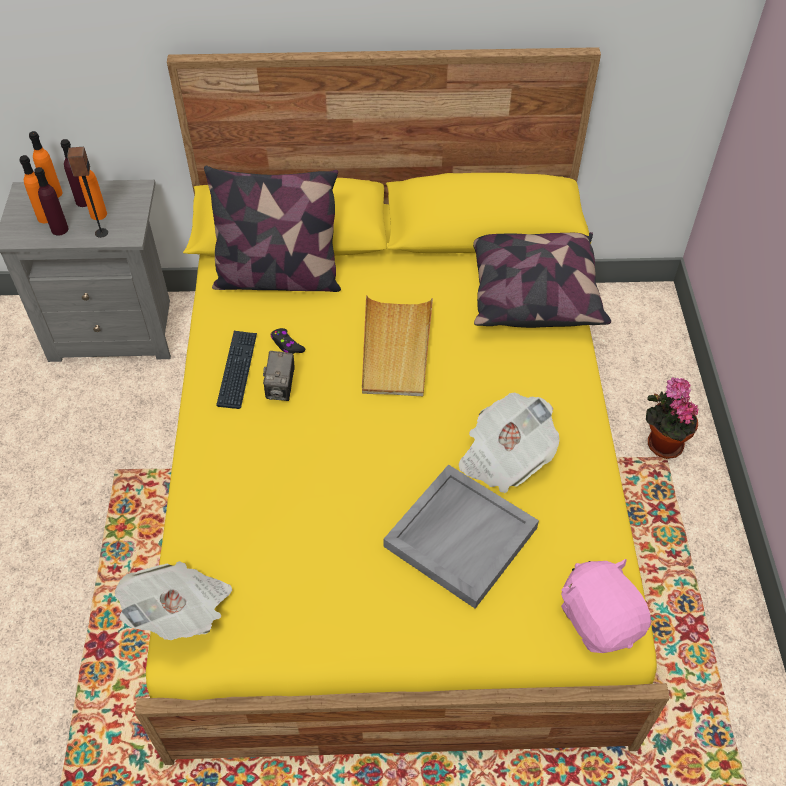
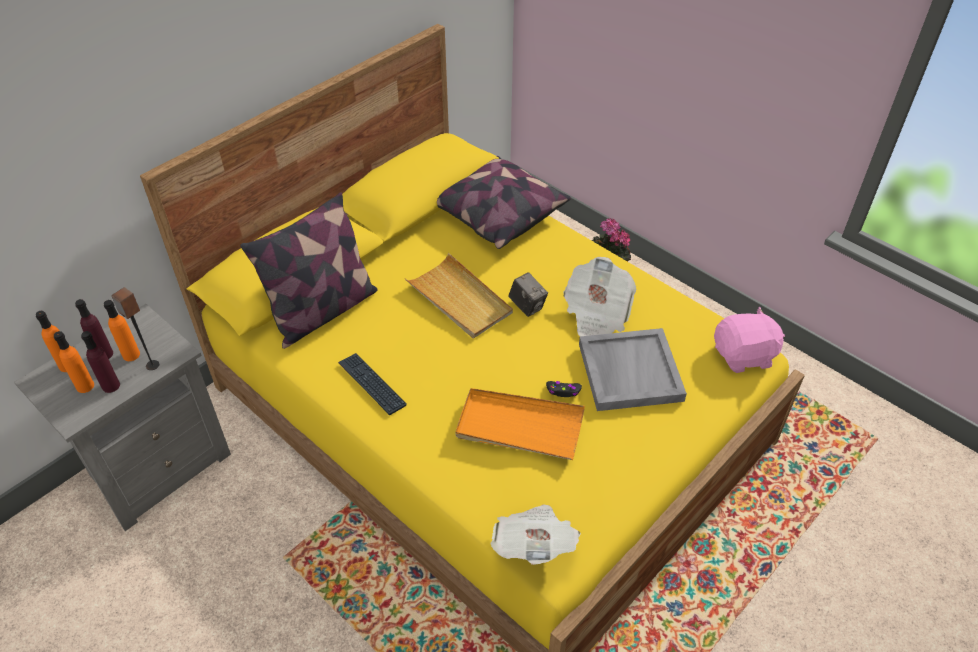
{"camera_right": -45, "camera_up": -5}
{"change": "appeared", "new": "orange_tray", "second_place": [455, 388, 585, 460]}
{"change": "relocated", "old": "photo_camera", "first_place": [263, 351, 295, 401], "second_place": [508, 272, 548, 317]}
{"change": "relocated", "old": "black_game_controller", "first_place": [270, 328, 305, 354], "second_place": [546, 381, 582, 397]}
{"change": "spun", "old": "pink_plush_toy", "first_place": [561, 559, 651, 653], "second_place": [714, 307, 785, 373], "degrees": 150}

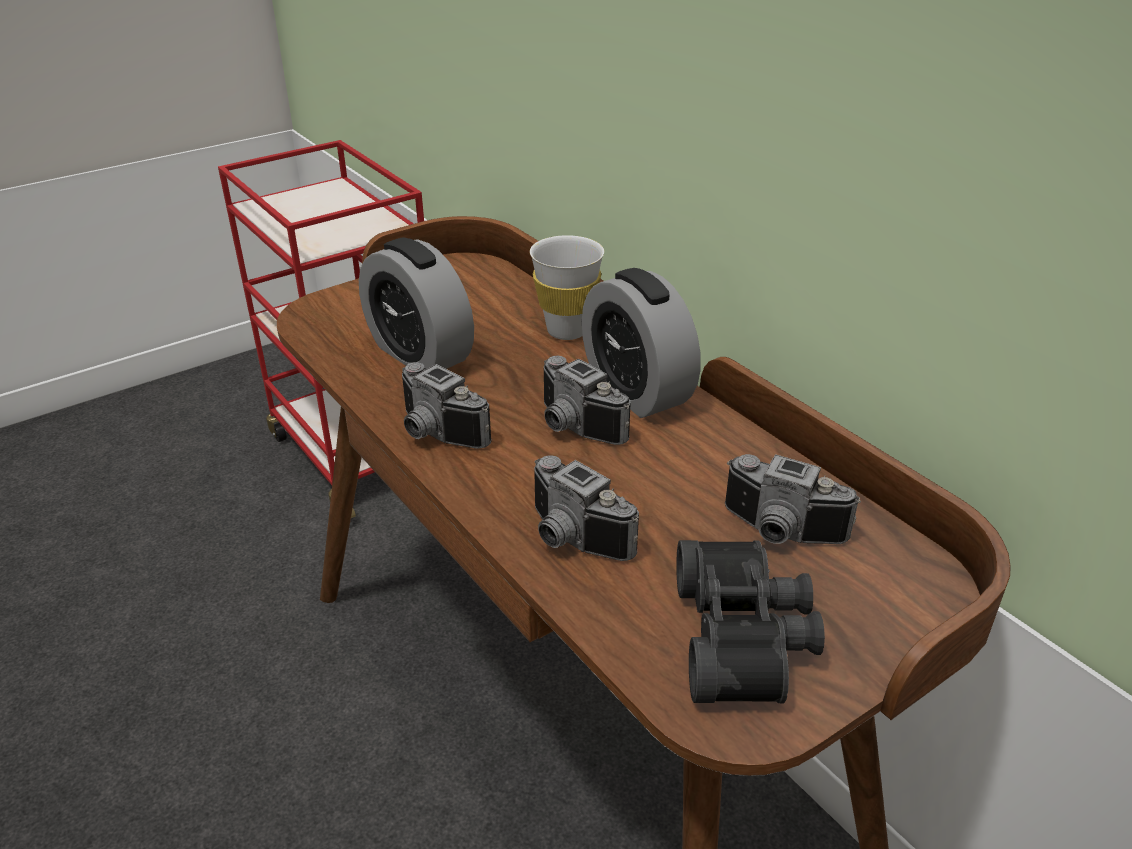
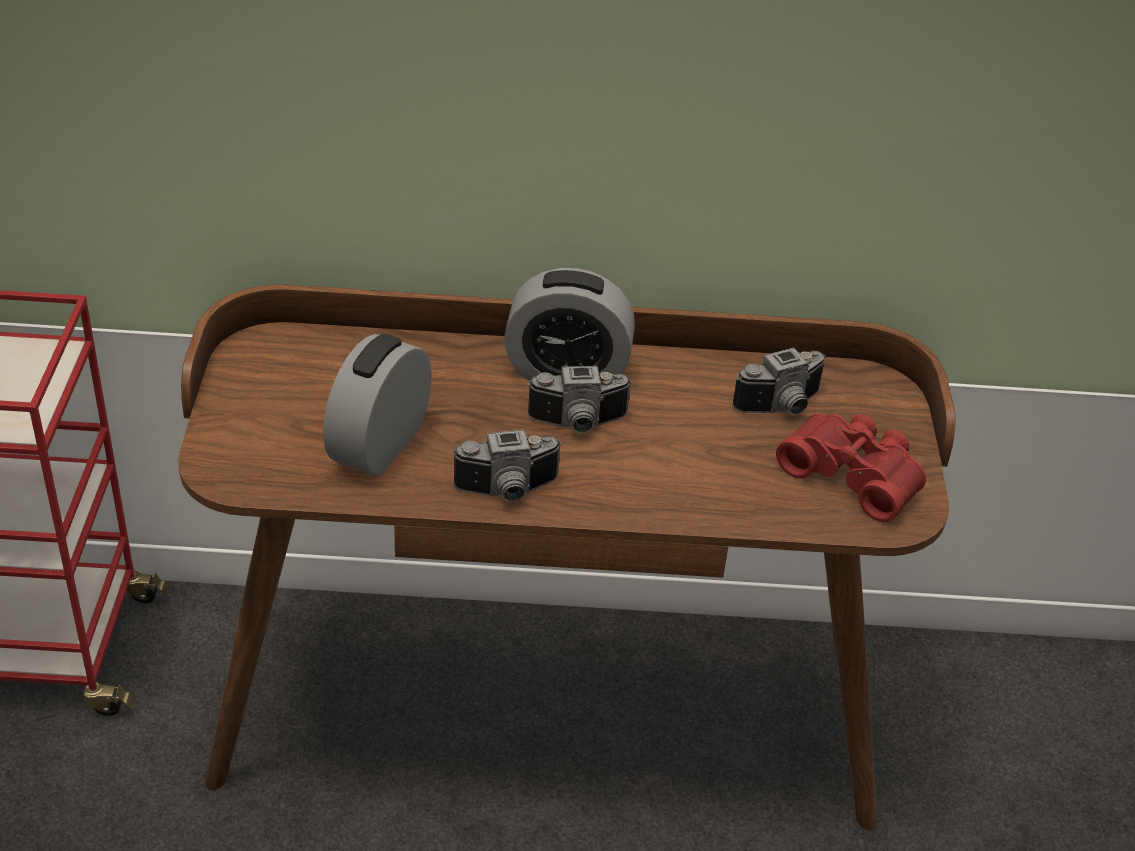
{"camera_right": -55, "camera_up": 5}
{"change": "missing", "old": "white_cup", "first_place": [530, 235, 604, 340]}
{"change": "missing", "old": "photo_camera", "first_place": [534, 455, 639, 561]}
{"change": "colour", "old": "black_binoculars", "new": "red_binoculars", "first_place": [676, 540, 825, 703], "second_place": [776, 413, 926, 522]}
{"change": "spun", "old": "alarm_clock", "first_place": [359, 238, 474, 369], "second_place": [323, 334, 432, 476], "degrees": 120}

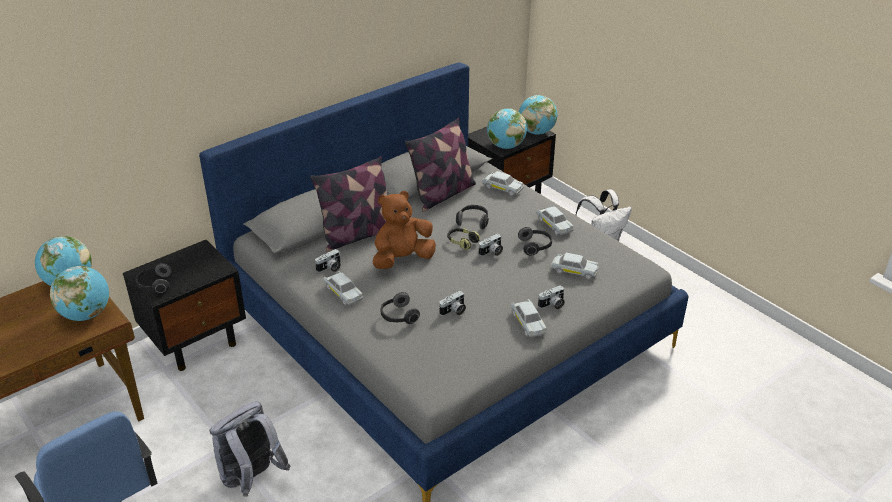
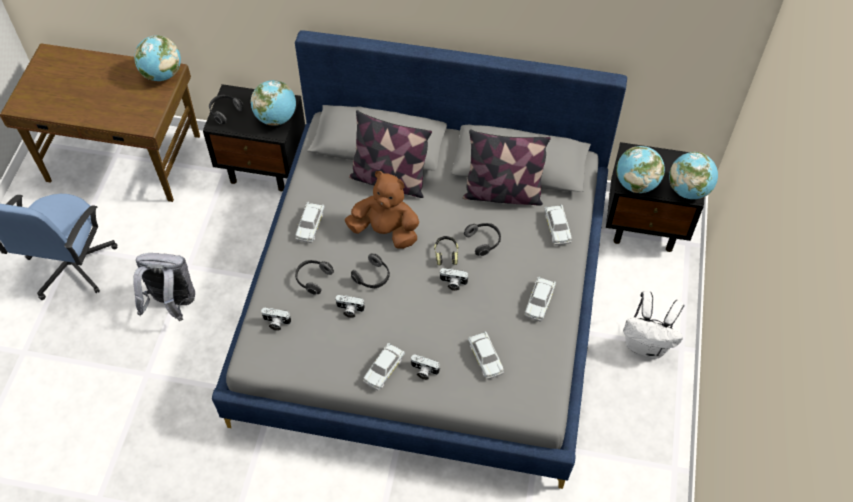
{"camera_right": 50, "camera_up": 20}
{"change": "relocated", "old": "globe", "first_place": [50, 266, 109, 321], "second_place": [251, 80, 296, 126]}
{"change": "relocated", "old": "photo_camera", "first_place": [315, 249, 341, 272], "second_place": [261, 308, 291, 331]}
{"change": "relocated", "old": "headphones", "first_place": [518, 227, 552, 255], "second_place": [351, 254, 390, 289]}

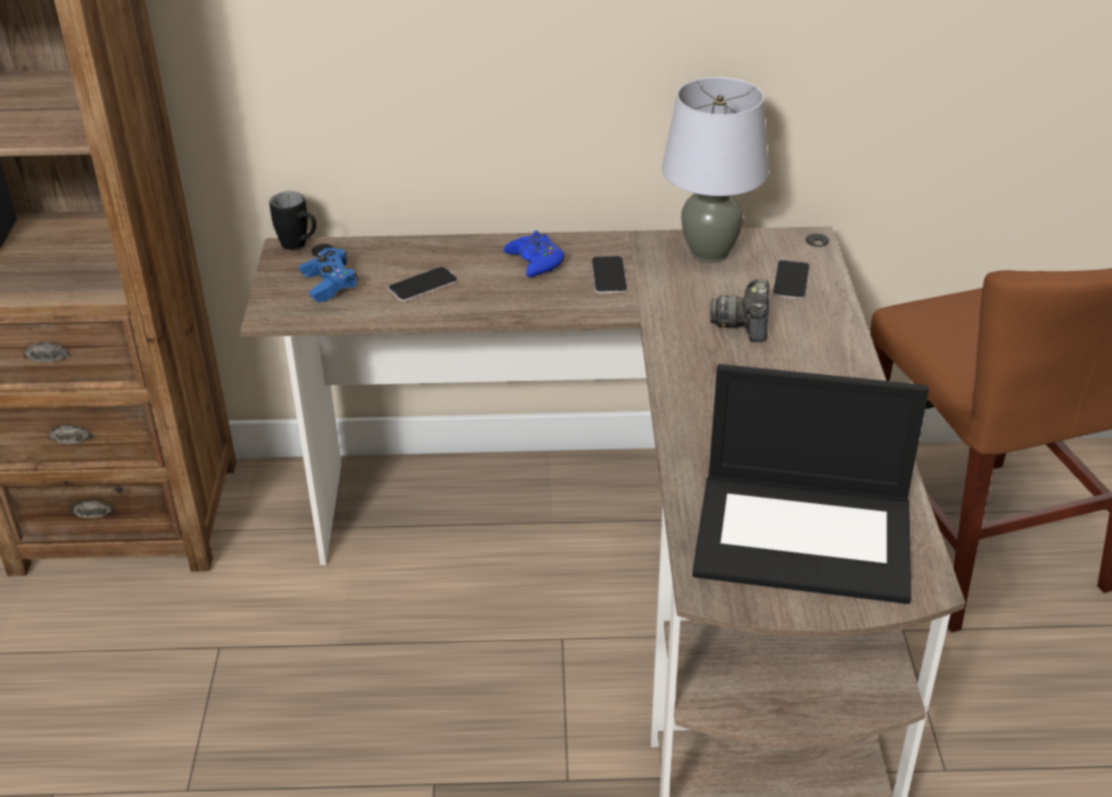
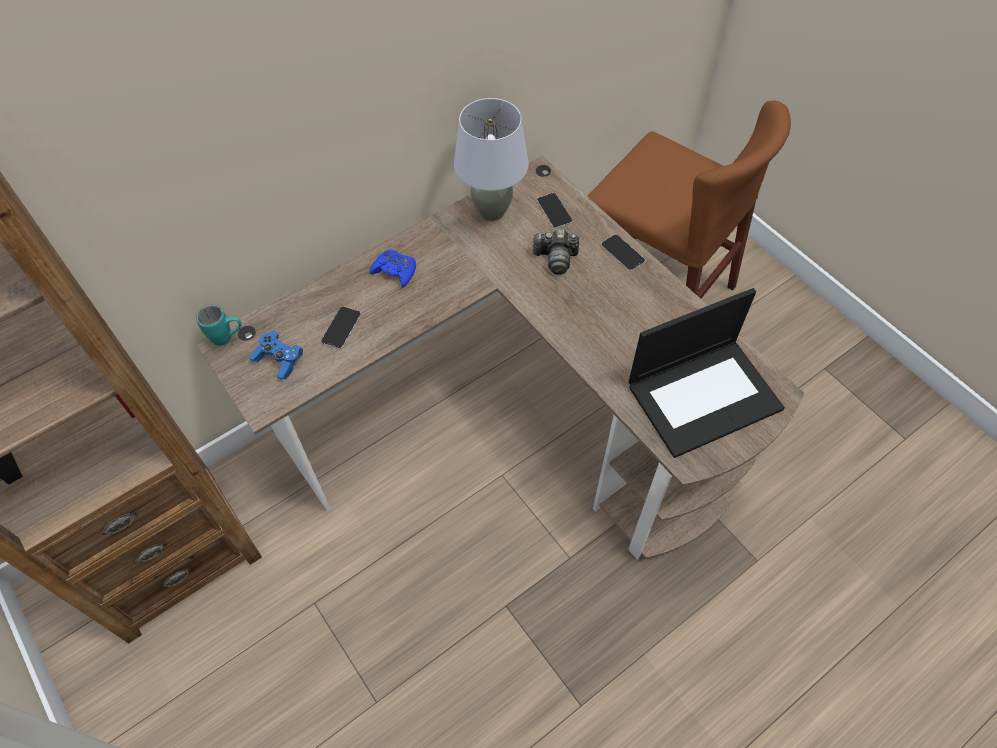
{"camera_right": -35, "camera_up": 20}
{"change": "relocated", "old": "phone", "first_place": [592, 256, 628, 294], "second_place": [601, 234, 645, 271]}
{"change": "colour", "old": "black_mug", "new": "turquoise_mug", "first_place": [269, 191, 316, 250], "second_place": [196, 305, 241, 346]}
{"change": "spun", "old": "photo_camera", "first_place": [710, 279, 769, 342], "second_place": [532, 230, 579, 274], "degrees": -60}

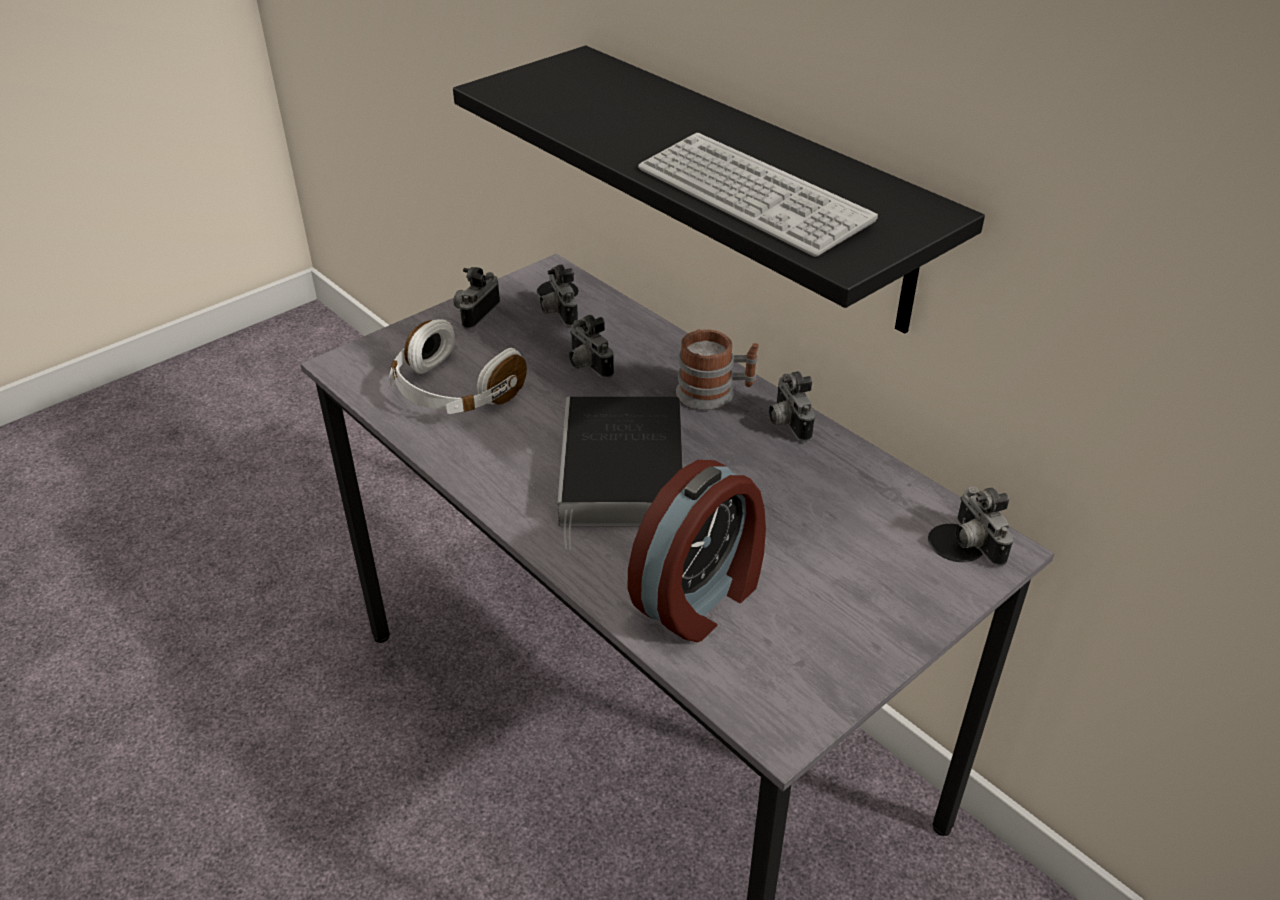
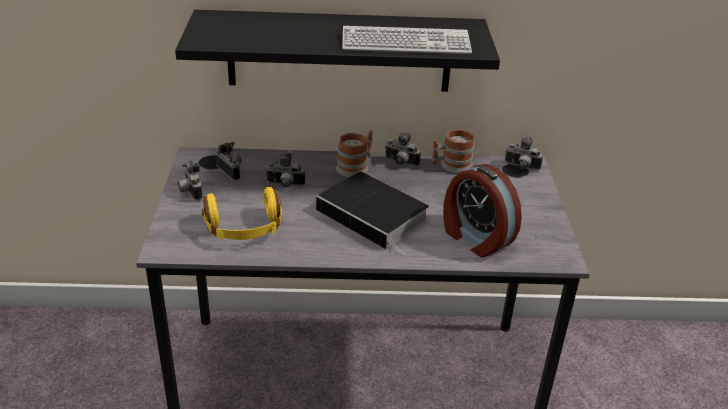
{"camera_right": -50, "camera_up": -5}
{"change": "appeared", "new": "mug", "second_place": [431, 129, 474, 173]}
{"change": "colour", "old": "white_headphones", "new": "yellow_headphones", "first_place": [389, 319, 527, 414], "second_place": [202, 187, 282, 240]}
{"change": "spun", "old": "photo_camera", "first_place": [540, 264, 578, 327], "second_place": [215, 142, 241, 180], "degrees": -150}
{"change": "spun", "old": "alarm_clock", "first_place": [628, 460, 766, 642], "second_place": [443, 164, 522, 257], "degrees": 150}

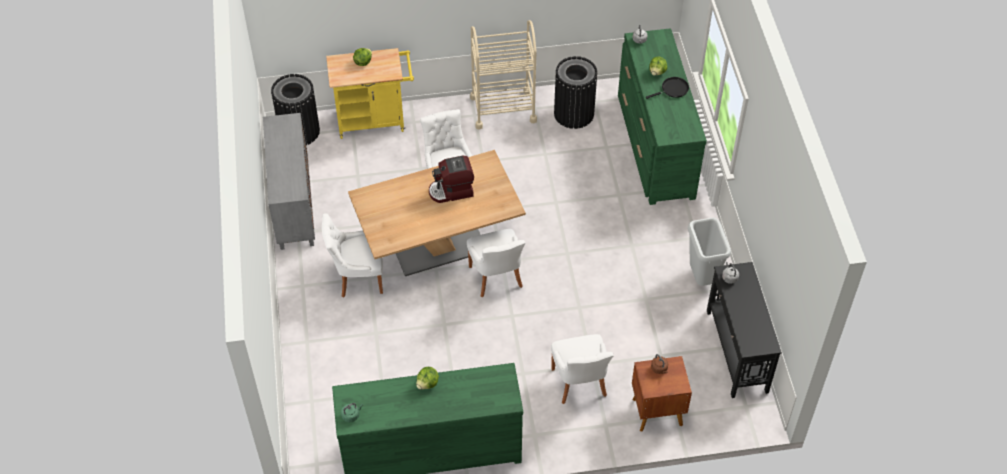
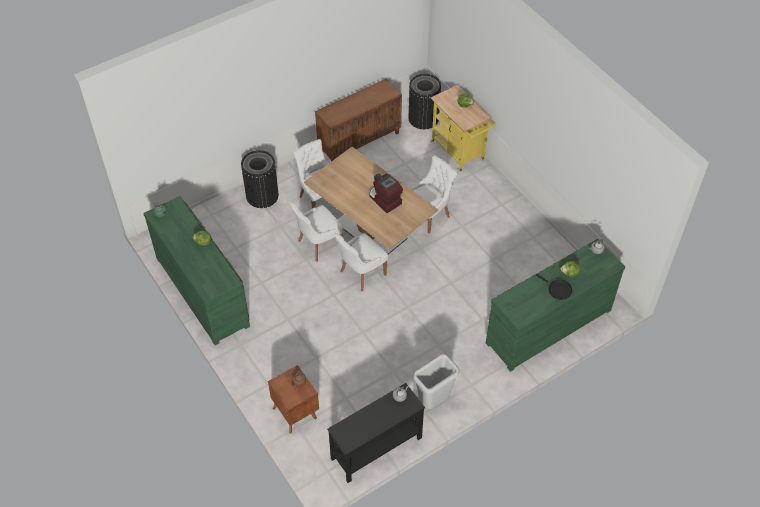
{"camera_right": 65, "camera_up": 0}
{"change": "missing", "old": "beige_cart", "first_place": [470, 20, 537, 130]}
{"change": "relocated", "old": "white_chair", "first_place": [551, 334, 614, 404], "second_place": [289, 202, 343, 262]}
{"change": "relocated", "old": "black_trash_can", "first_place": [554, 56, 597, 129], "second_place": [241, 150, 279, 208]}
{"change": "colour", "old": "grey_cabinet", "new": "brown_cabinet", "first_place": [263, 113, 315, 250], "second_place": [315, 78, 402, 162]}

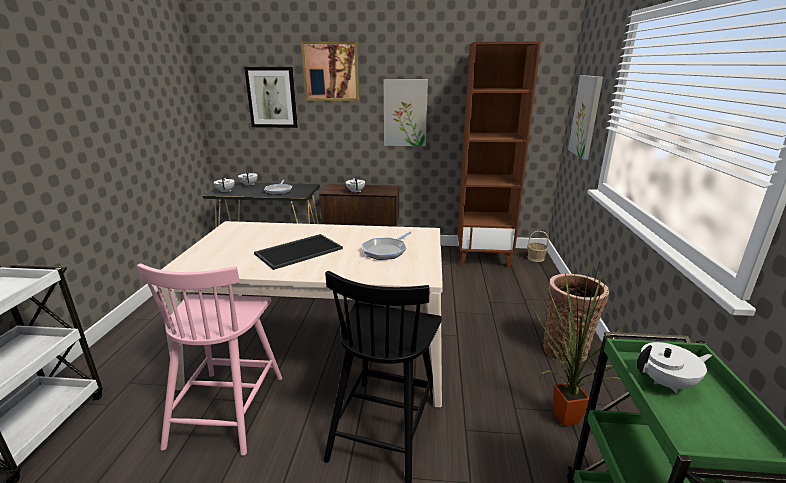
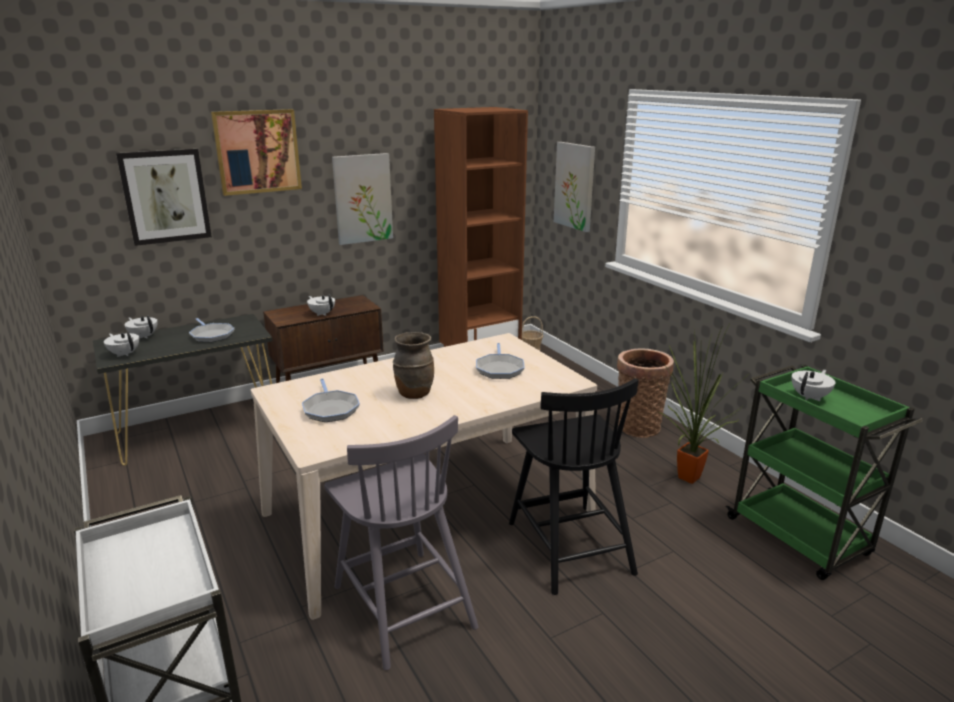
{"camera_right": -35, "camera_up": 0}
{"change": "appeared", "new": "frying_pan", "second_place": [302, 378, 360, 422]}
{"change": "exchanged", "old": "tray", "new": "brown_vase", "first_place": [254, 234, 343, 270], "second_place": [393, 332, 434, 399]}
{"change": "colour", "old": "pink_chair", "new": "grey_chair", "first_place": [137, 263, 282, 456], "second_place": [324, 415, 479, 670]}

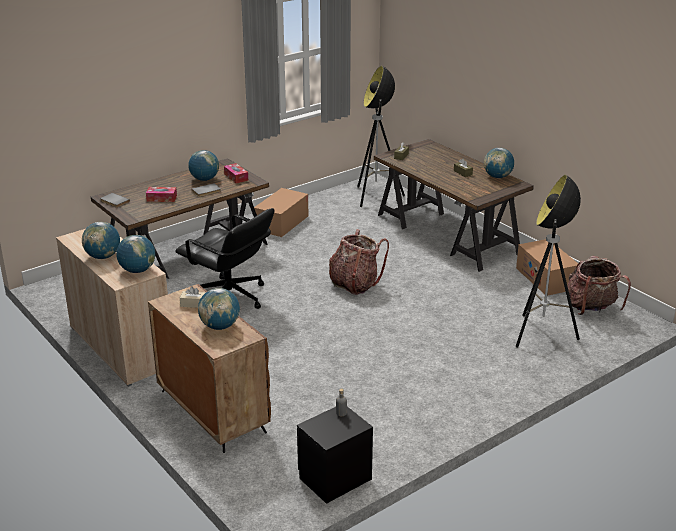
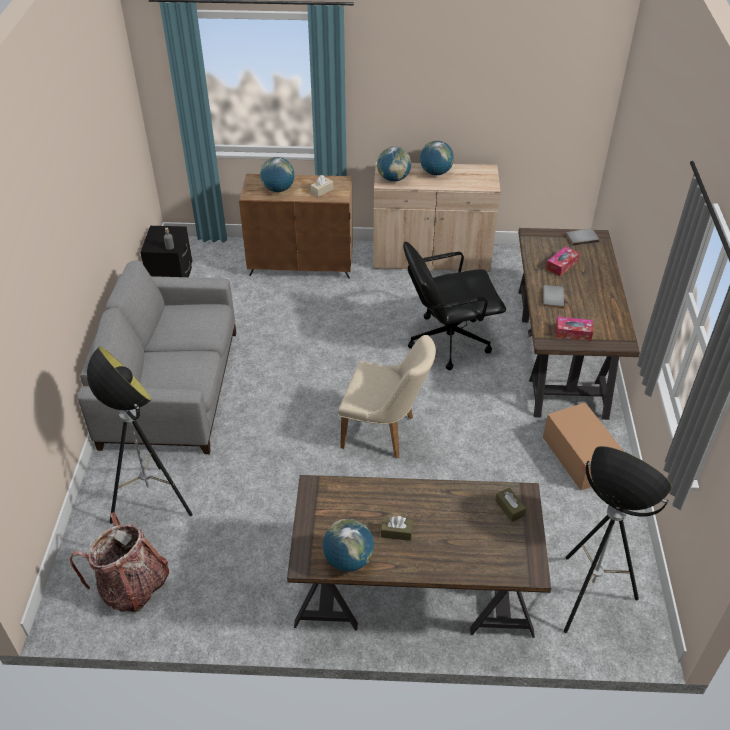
{"camera_right": 130, "camera_up": 15}
{"change": "missing", "old": "globe", "first_place": [188, 150, 219, 181]}
{"change": "missing", "old": "cardboard_box", "first_place": [516, 239, 578, 296]}
{"change": "appeared", "new": "grey_sofa", "second_place": [78, 260, 236, 454]}
{"change": "exchanged", "old": "backpack", "new": "beige_chair", "first_place": [329, 229, 389, 295], "second_place": [338, 335, 436, 458]}

